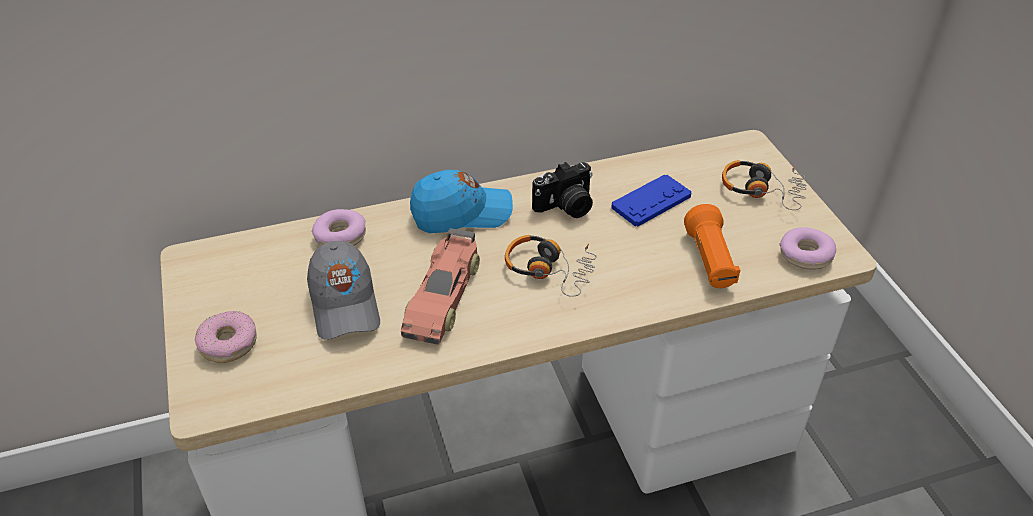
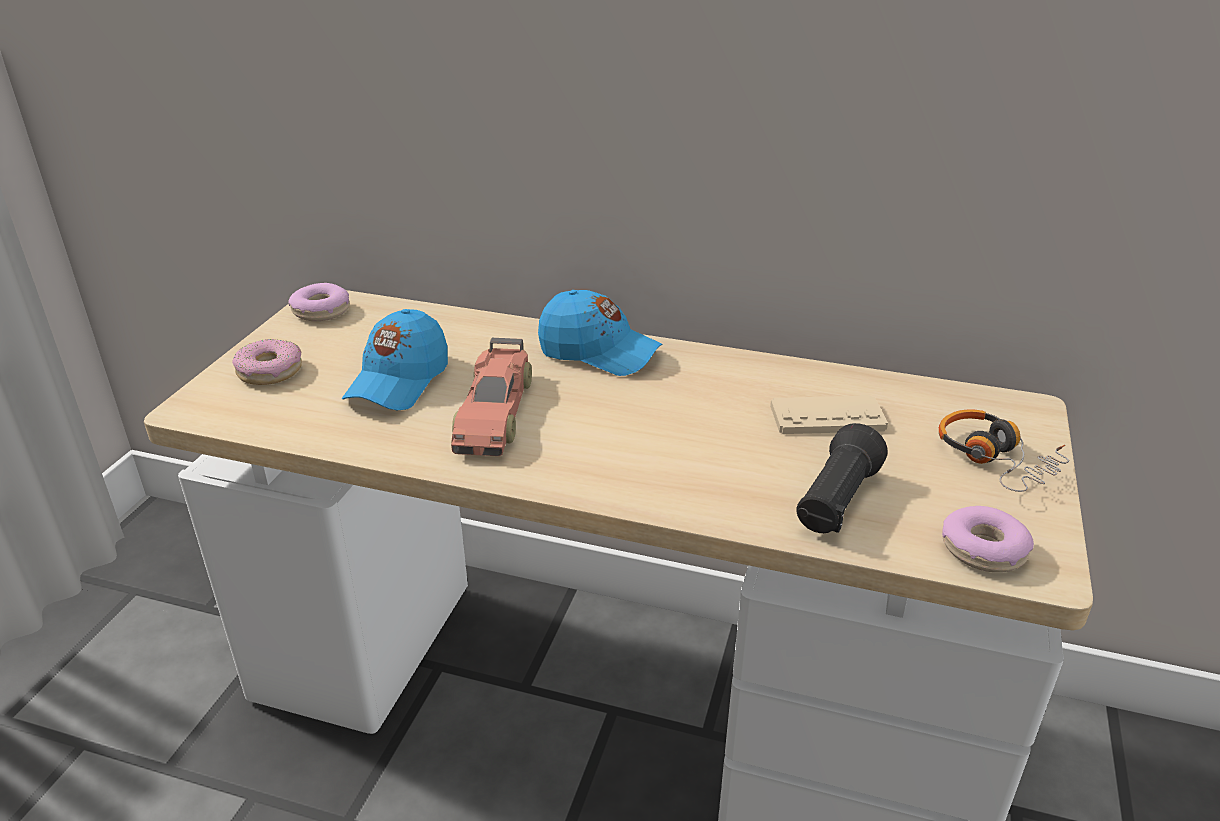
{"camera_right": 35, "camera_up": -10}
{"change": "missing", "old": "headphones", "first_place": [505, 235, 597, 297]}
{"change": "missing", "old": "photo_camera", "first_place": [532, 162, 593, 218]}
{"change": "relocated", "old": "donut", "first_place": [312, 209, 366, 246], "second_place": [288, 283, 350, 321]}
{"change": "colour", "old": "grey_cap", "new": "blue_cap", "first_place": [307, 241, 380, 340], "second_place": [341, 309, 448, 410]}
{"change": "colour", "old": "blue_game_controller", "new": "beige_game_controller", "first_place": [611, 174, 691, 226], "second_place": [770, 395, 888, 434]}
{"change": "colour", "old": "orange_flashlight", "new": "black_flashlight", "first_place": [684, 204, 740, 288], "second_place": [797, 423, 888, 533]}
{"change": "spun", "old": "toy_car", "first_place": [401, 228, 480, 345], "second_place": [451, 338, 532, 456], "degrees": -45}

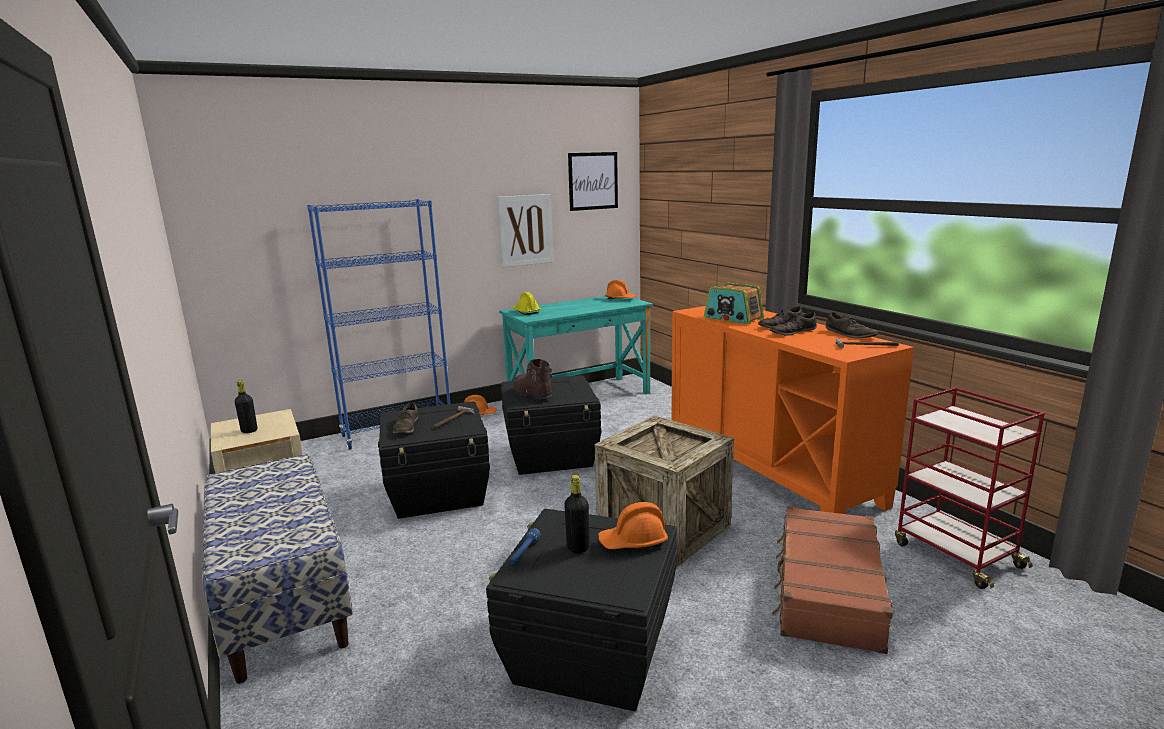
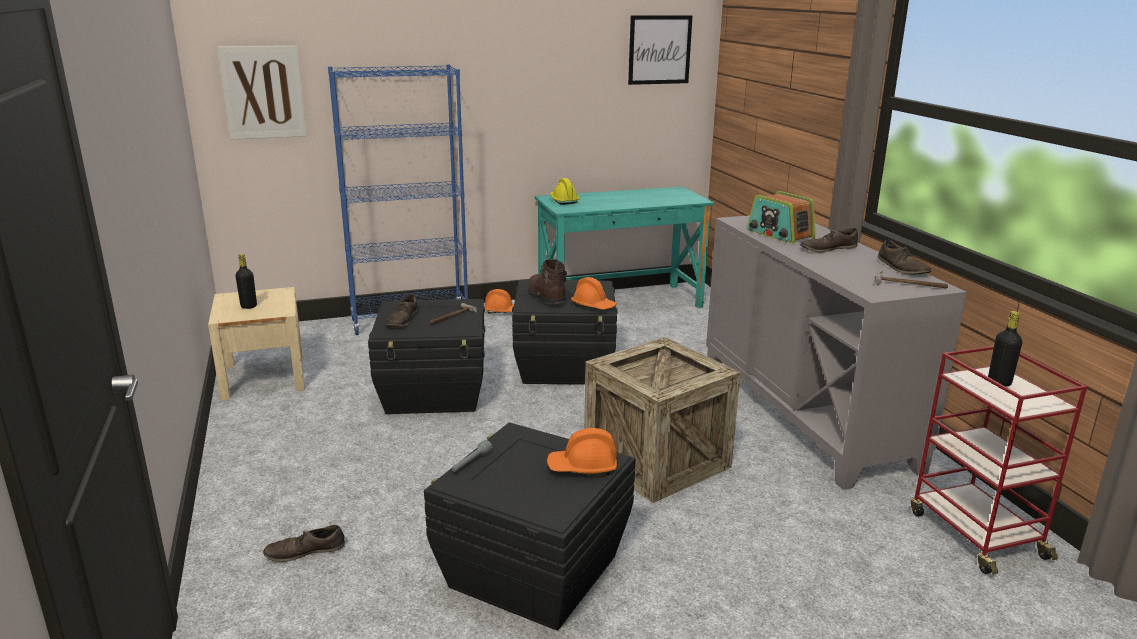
{"camera_right": 10, "camera_up": 5}
{"change": "missing", "old": "bench", "first_place": [202, 454, 353, 684]}
{"change": "missing", "old": "brown_suitcase", "first_place": [773, 506, 893, 654]}
{"change": "relocated", "old": "picture", "first_place": [497, 194, 554, 268], "second_place": [218, 46, 307, 140]}
{"change": "relocated", "old": "black_bottle", "first_place": [564, 475, 589, 553], "second_place": [988, 311, 1022, 387]}
{"change": "relocated", "old": "orange_hard_hat", "first_place": [605, 280, 637, 299], "second_place": [571, 277, 617, 309]}
{"change": "relocated", "old": "brown_shoe", "first_place": [770, 312, 817, 336], "second_place": [263, 525, 345, 562]}
{"change": "colour", "old": "blue_flashlight", "new": "grey_flashlight", "first_place": [509, 528, 541, 564], "second_place": [452, 440, 492, 472]}
{"change": "colour", "old": "orange_cabinet", "new": "grey_cabinet", "first_place": [671, 306, 914, 514], "second_place": [706, 215, 967, 490]}

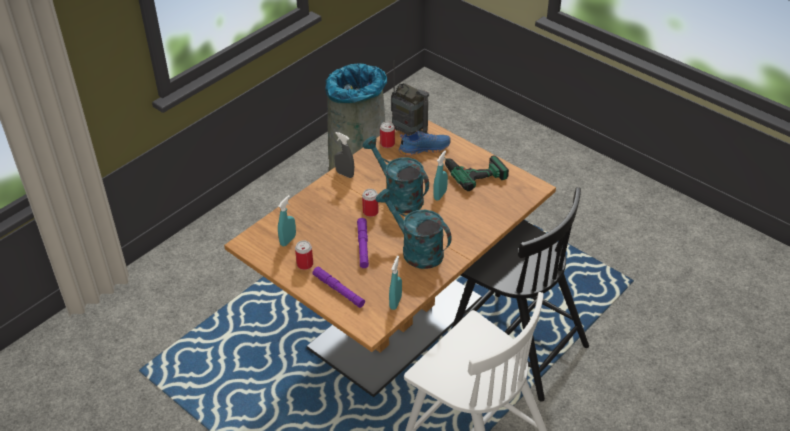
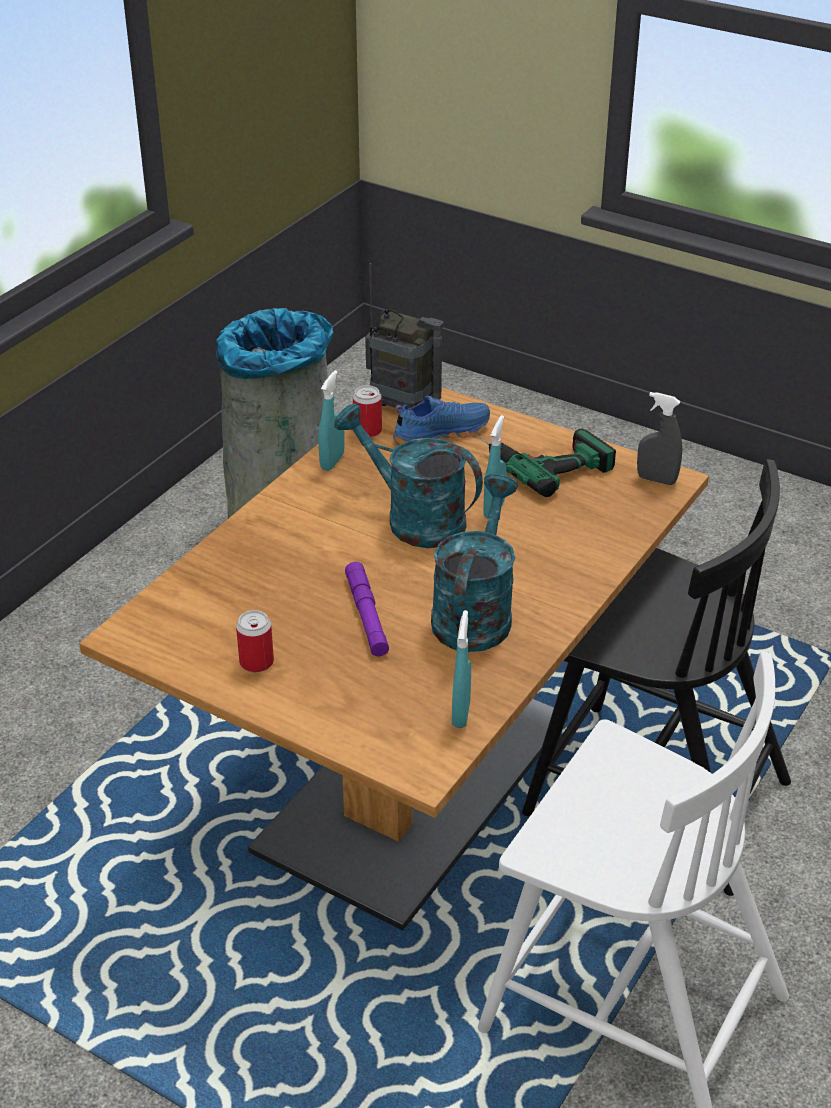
{"camera_right": -10, "camera_up": -5}
{"change": "missing", "old": "purple_flashlight", "first_place": [313, 267, 365, 308]}
{"change": "missing", "old": "can", "first_place": [362, 189, 379, 217]}
{"change": "relocated", "old": "turquoise_spray_bottle", "first_place": [278, 195, 296, 246], "second_place": [318, 370, 344, 471]}
{"change": "relocated", "old": "grey_spray_bottle", "first_place": [335, 132, 354, 178], "second_place": [637, 392, 682, 485]}
{"change": "spun", "old": "turquoise_watering_can", "first_place": [375, 189, 452, 269], "second_place": [431, 473, 518, 652], "degrees": 75}

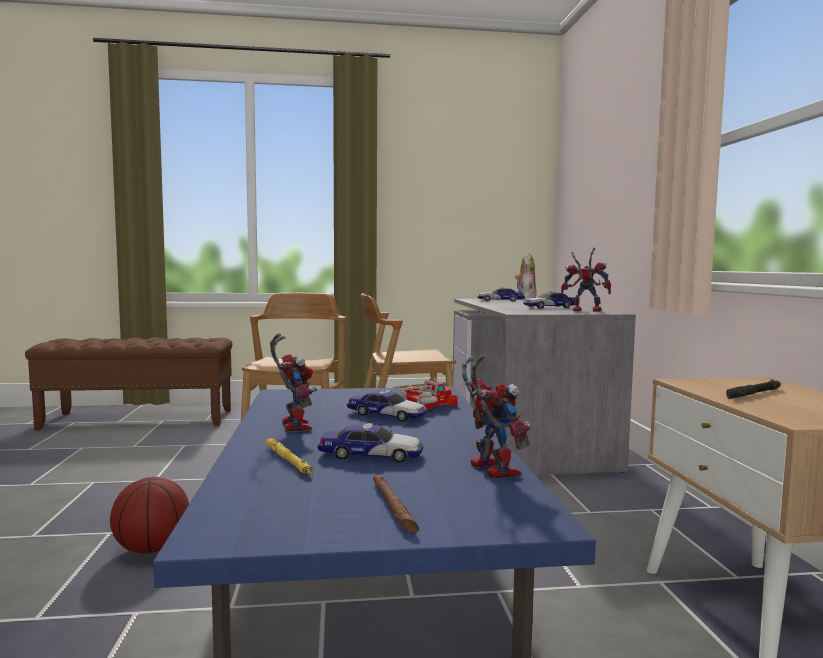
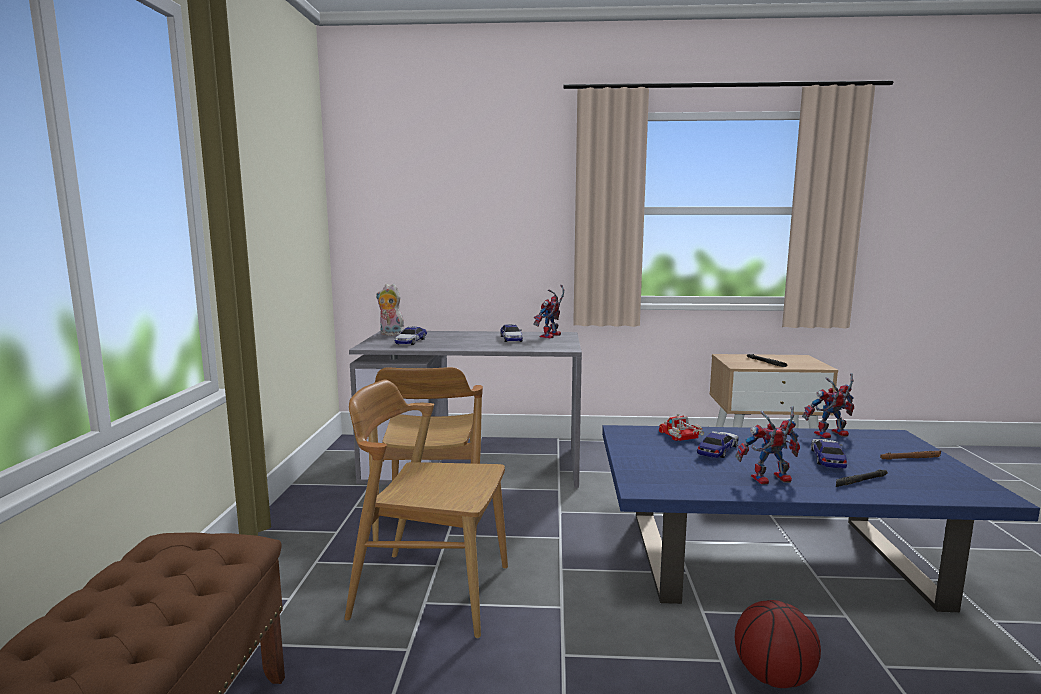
{"camera_right": -80, "camera_up": 5}
{"change": "colour", "old": "yellow_flashlight", "new": "black_flashlight", "first_place": [265, 438, 314, 475], "second_place": [836, 469, 888, 487]}

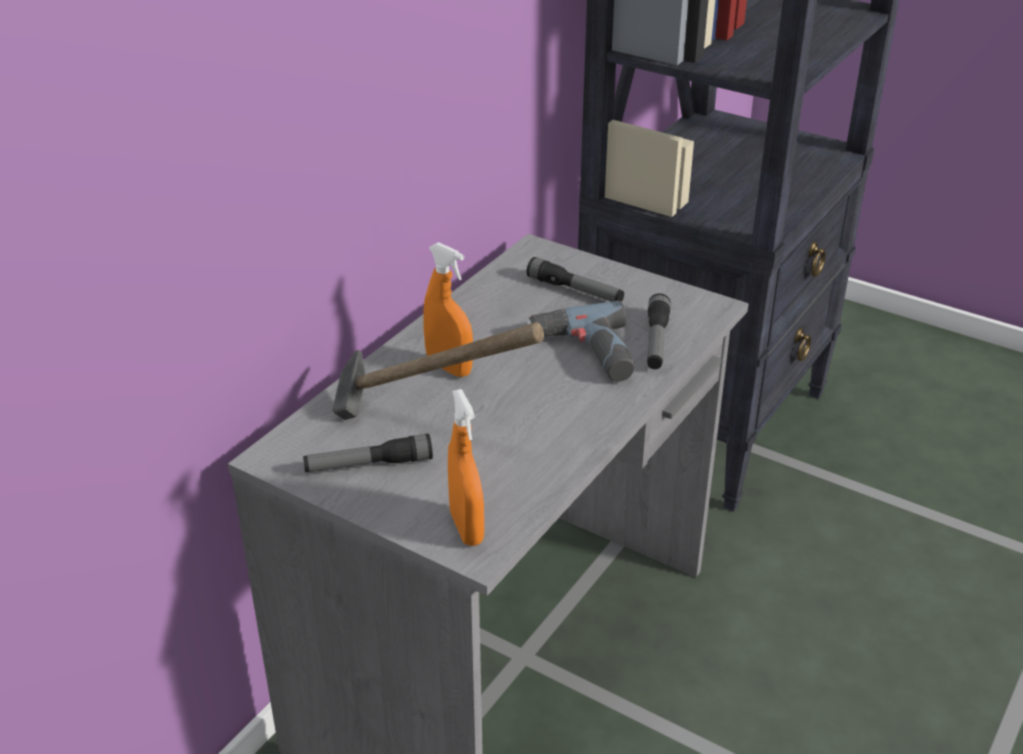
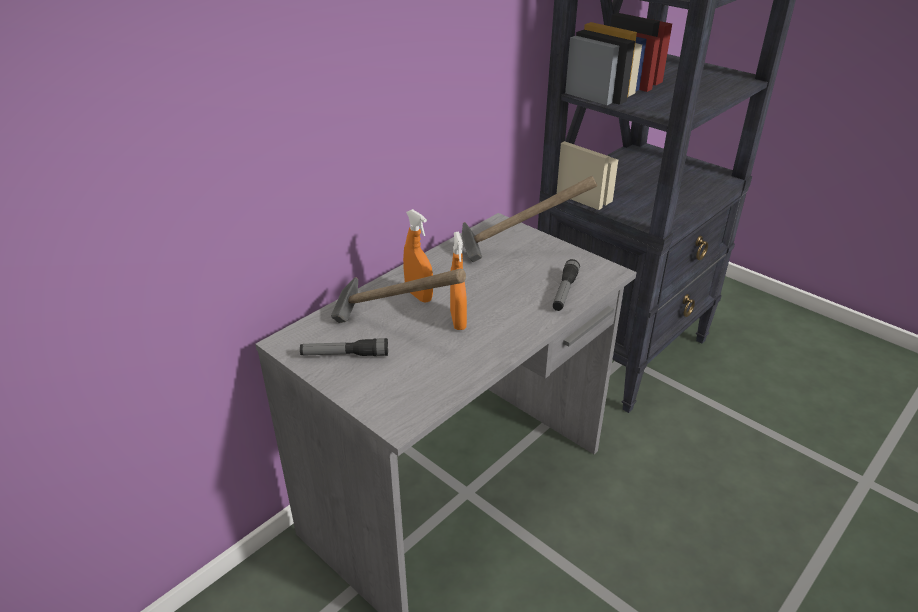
{"camera_right": 10, "camera_up": 0}
{"change": "missing", "old": "power_drill", "first_place": [523, 301, 634, 382]}
{"change": "relocated", "old": "orange_spray_bottle", "first_place": [448, 389, 484, 546], "second_place": [450, 232, 467, 330]}
{"change": "exchanged", "old": "flashlight", "new": "hammer", "first_place": [526, 257, 624, 302], "second_place": [462, 176, 597, 262]}

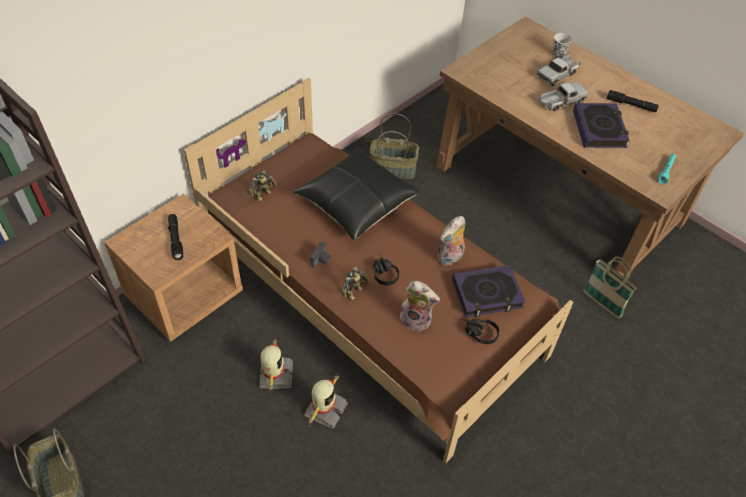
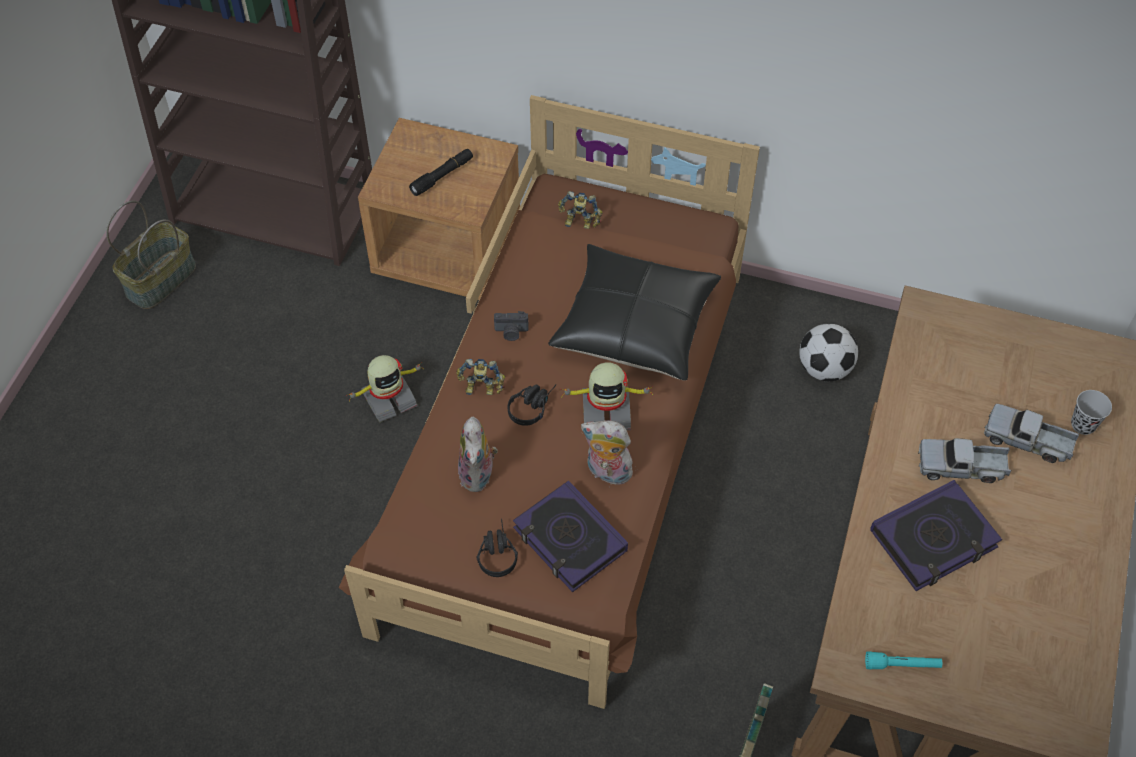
{"camera_right": 65, "camera_up": 5}
{"change": "missing", "old": "black_flashlight", "first_place": [607, 90, 659, 112]}
{"change": "relocated", "old": "toy_robot", "first_place": [304, 375, 348, 429], "second_place": [562, 362, 653, 430]}
{"change": "exchanged", "old": "basket", "new": "football", "first_place": [370, 113, 419, 179], "second_place": [799, 324, 858, 381]}
{"change": "spun", "old": "toy_truck", "first_place": [540, 82, 588, 111], "second_place": [918, 438, 1012, 483], "degrees": 150}

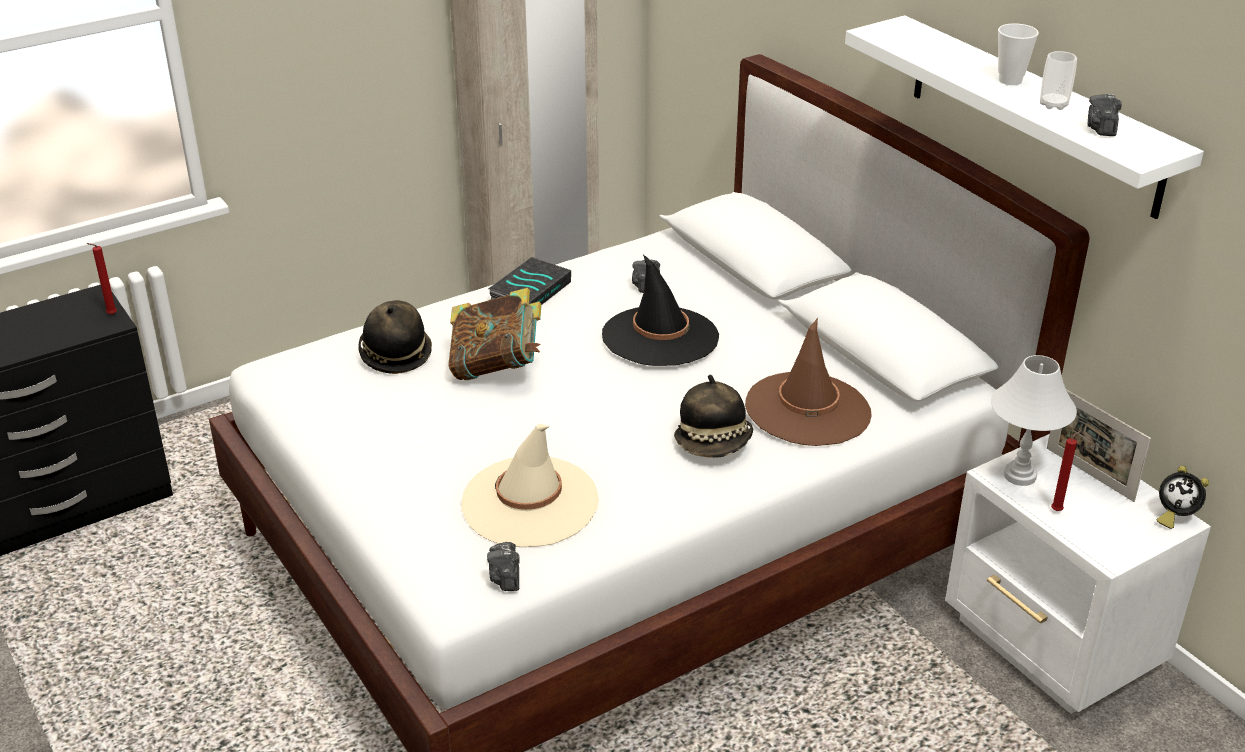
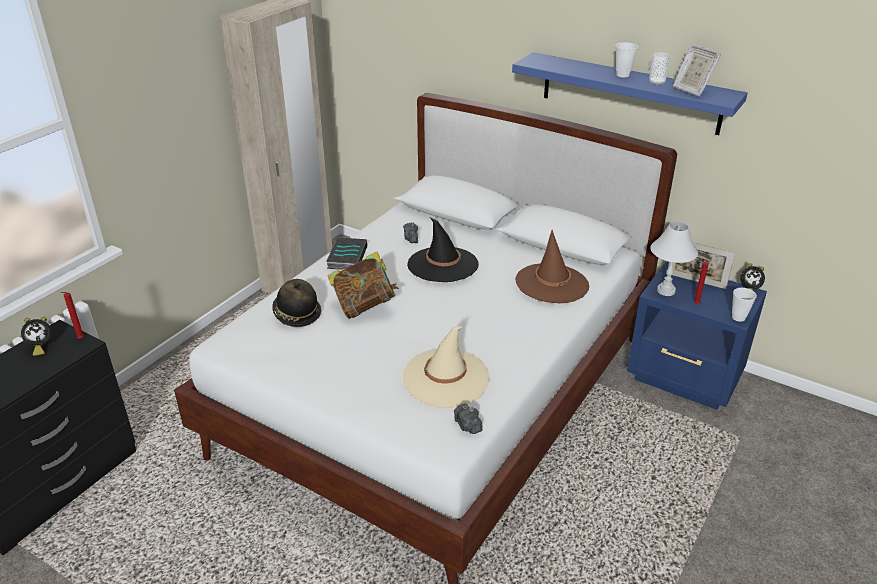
{"camera_right": -25, "camera_up": 0}
{"change": "missing", "old": "hat", "first_place": [674, 375, 753, 458]}
{"change": "appeared", "new": "alarm_clock", "second_place": [21, 317, 52, 356]}
{"change": "appeared", "new": "cup", "second_place": [732, 288, 757, 322]}
{"change": "exchanged", "old": "photo_camera", "new": "picture_frame", "first_place": [1088, 94, 1122, 136], "second_place": [673, 44, 722, 97]}
{"change": "colour", "old": "white_shelf", "new": "blue_shelf", "first_place": [845, 15, 1204, 219], "second_place": [512, 52, 748, 135]}
{"change": "colour", "old": "white_nightstand", "new": "blue_nightstand", "first_place": [945, 434, 1211, 714], "second_place": [627, 262, 767, 410]}

